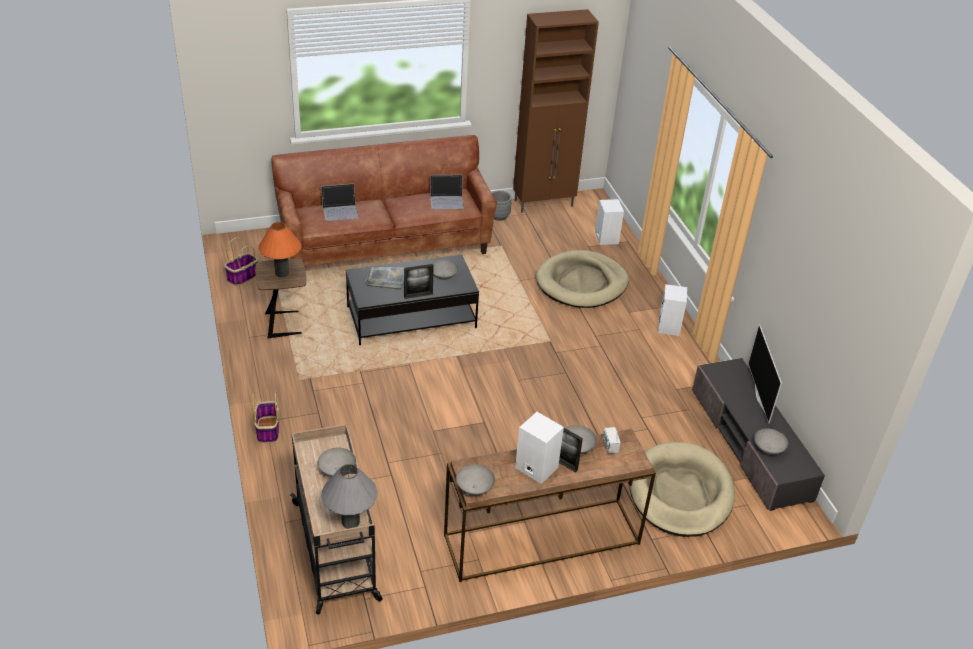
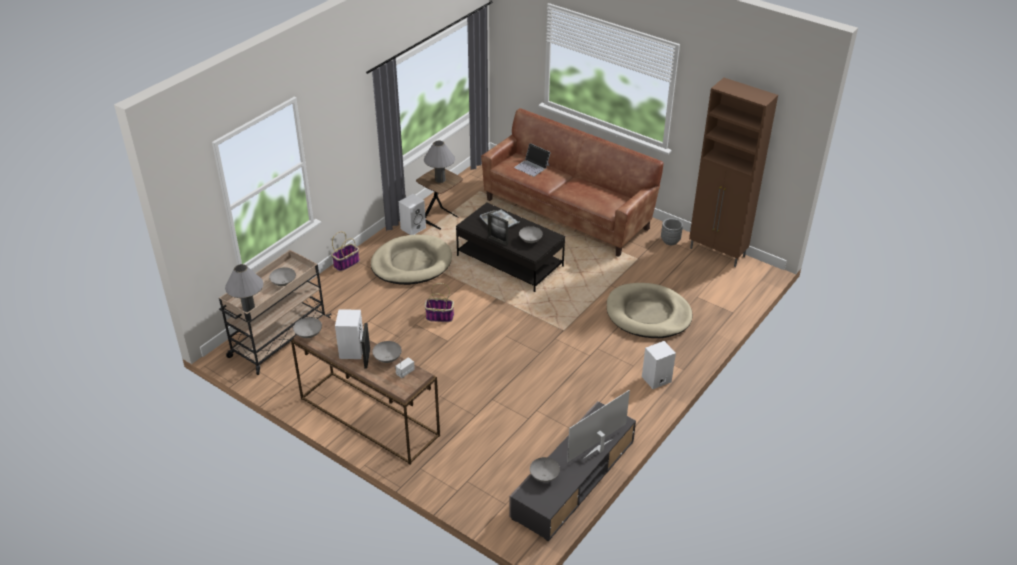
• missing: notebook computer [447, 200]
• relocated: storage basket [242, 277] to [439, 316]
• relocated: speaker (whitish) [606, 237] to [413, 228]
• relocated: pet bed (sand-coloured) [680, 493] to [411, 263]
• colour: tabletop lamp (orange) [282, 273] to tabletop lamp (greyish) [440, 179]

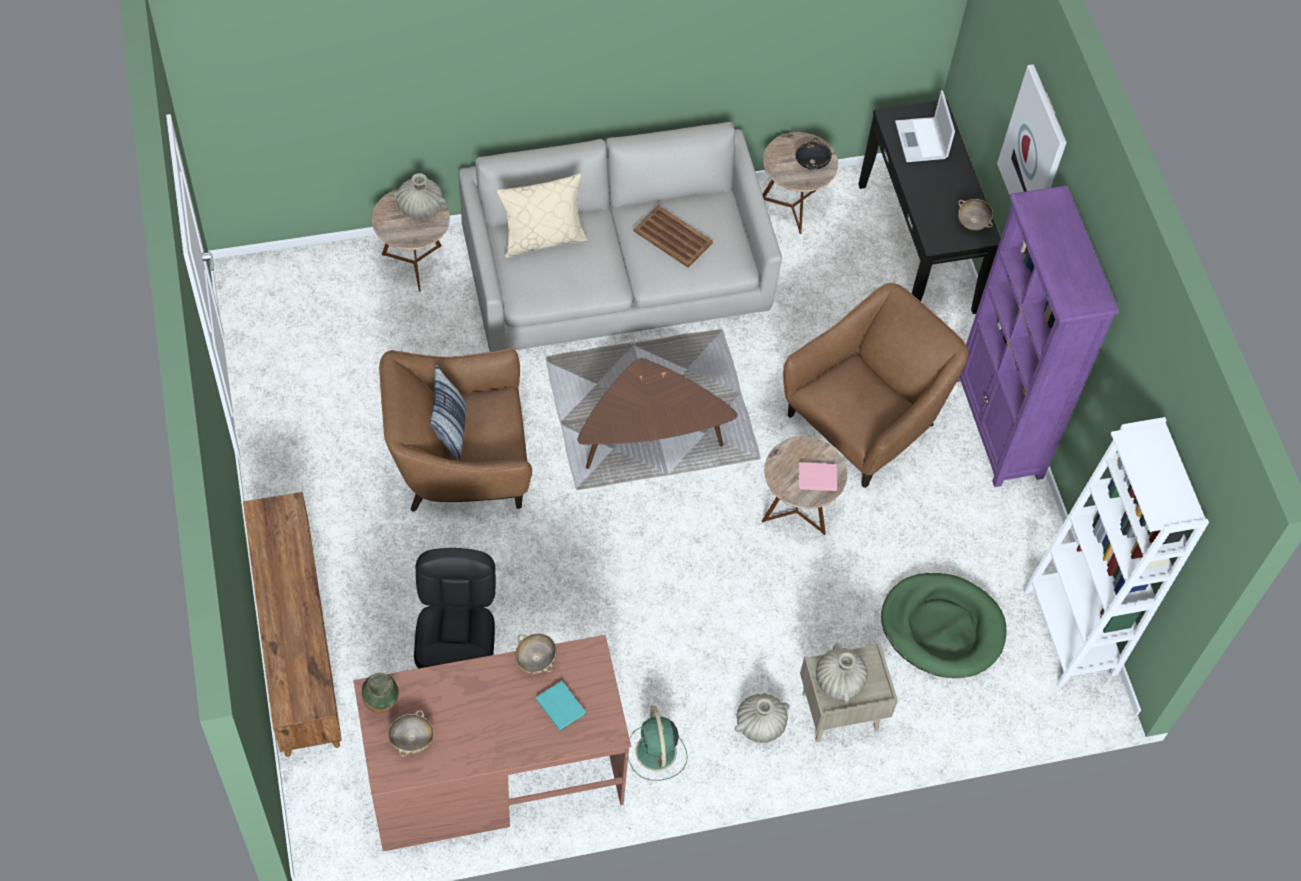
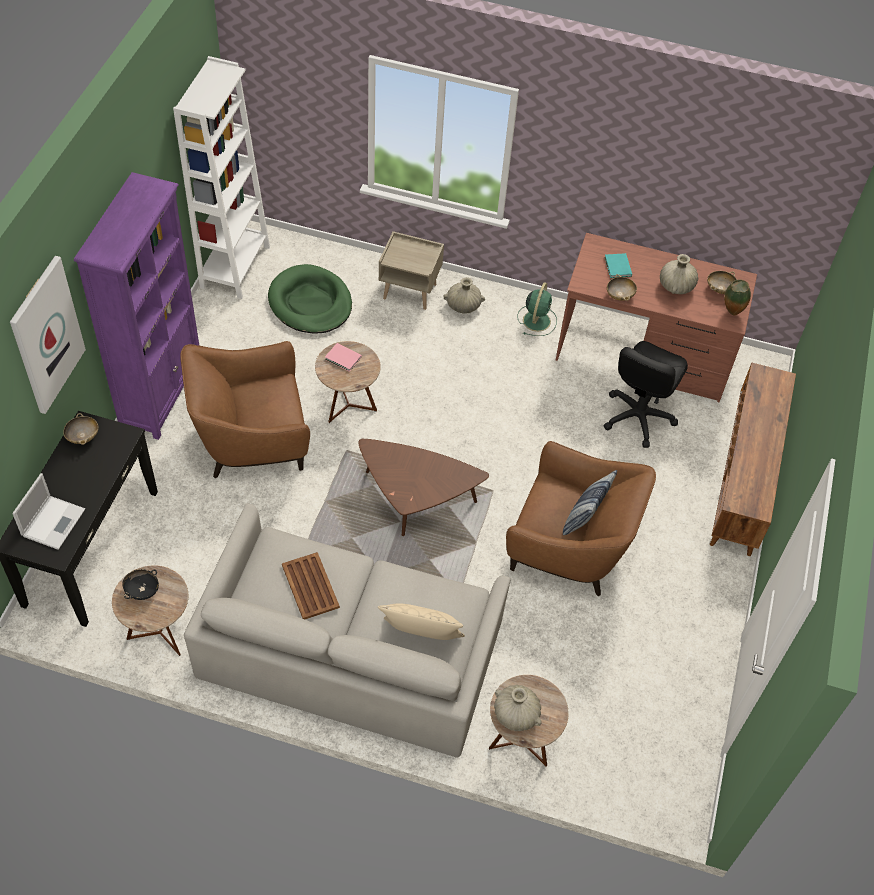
• relocated: flower vase (sand-coloured) [839, 681] to [676, 286]

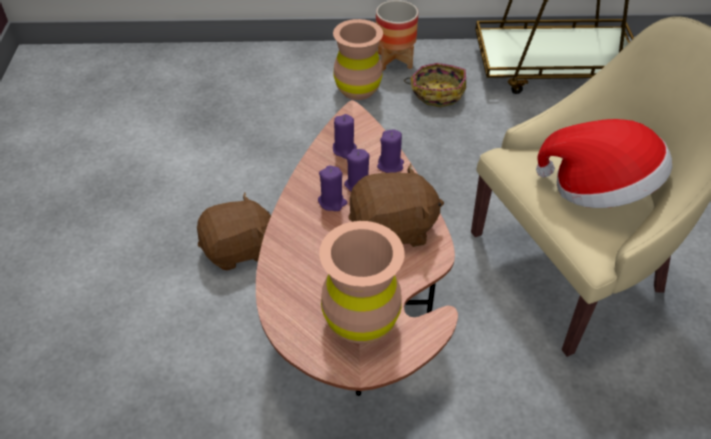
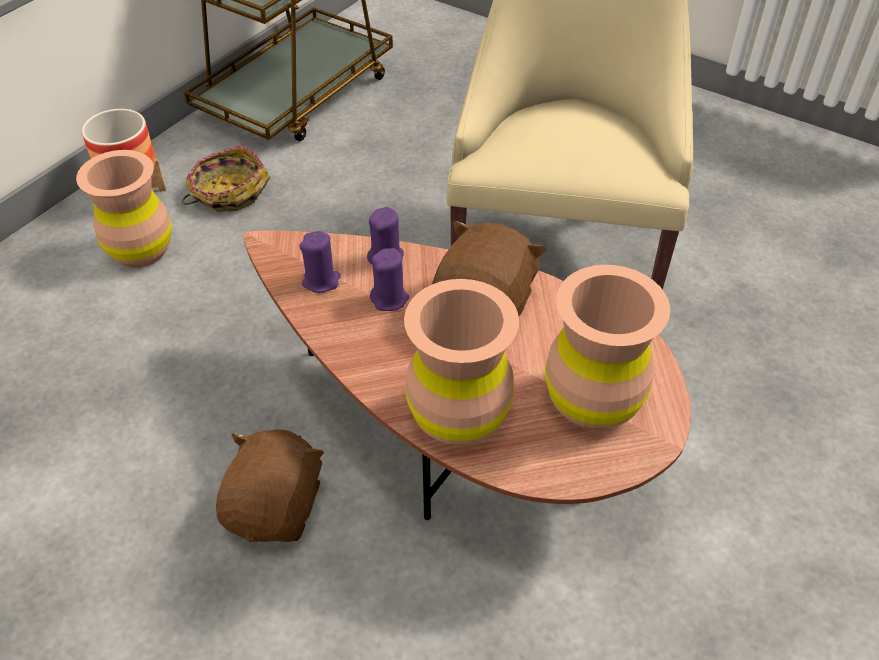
• missing: wax candle (purple) [332, 202]
• missing: hat [598, 189]
• appeared: flower vase (brownish) [458, 416]

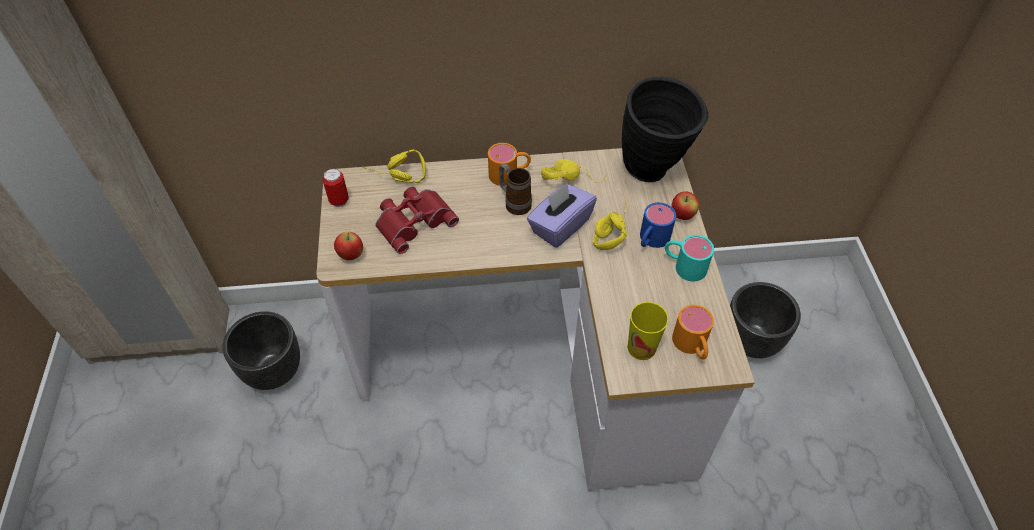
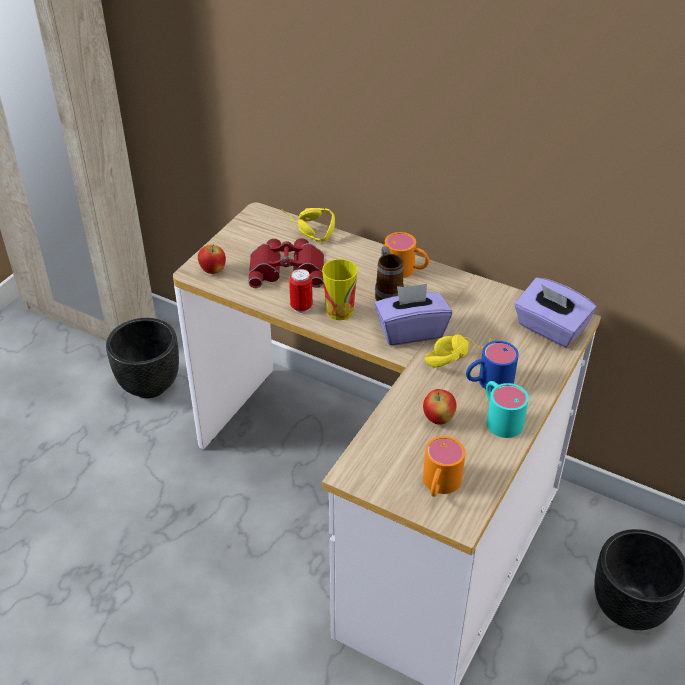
• missing: headset (yellowish) [571, 177]
• relocated: metal can [339, 201] to [301, 307]
• relocated: drinking cup [641, 347] to [339, 311]
• relocated: apple fruit [682, 215] to [438, 419]
• exchanged: flower vase (black) [654, 172] to tissue holder (purple) [550, 329]

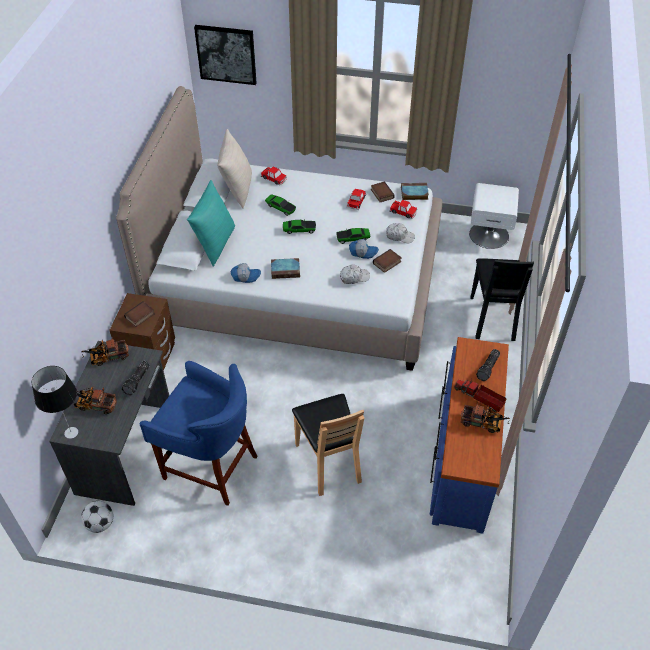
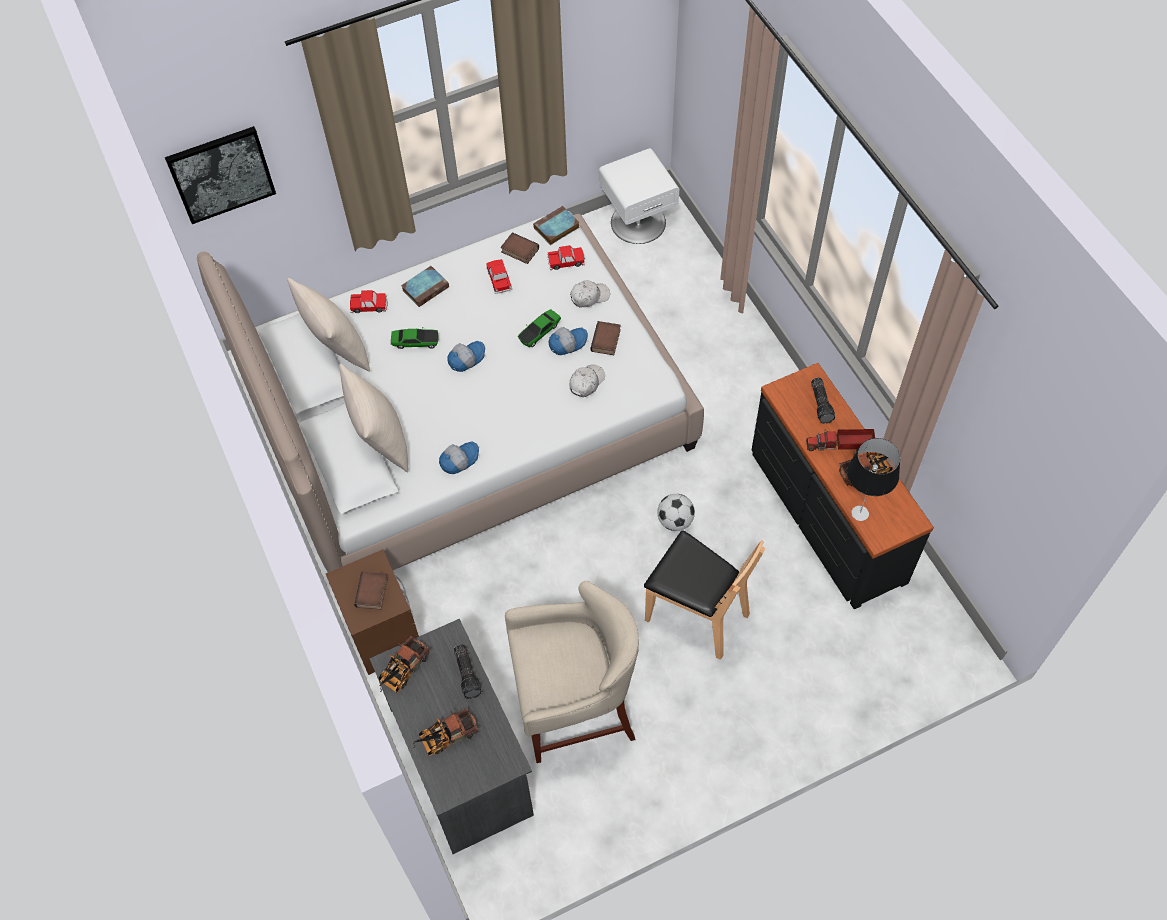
• missing: chair (black) [493, 318]
• relocated: tabletop lamp [71, 433] to [860, 513]
• relocated: ball for football [100, 523] to [675, 521]
• relocated: book [286, 270] to [426, 288]
• exchanged: toy car [299, 229] to peaked cap [466, 358]
• colour: stool seat (bluish) [210, 465] to stool seat (sand-coloured) [574, 709]
• colour: cushion (turquoise-coloured) [215, 244] to cushion (sand-coloured) [381, 441]
• colour: chest of drawers (bluish) [462, 458] to chest of drawers (black) [825, 516]

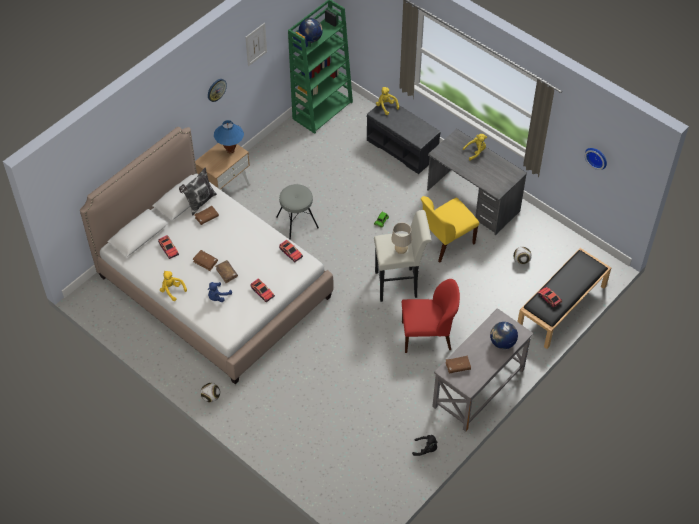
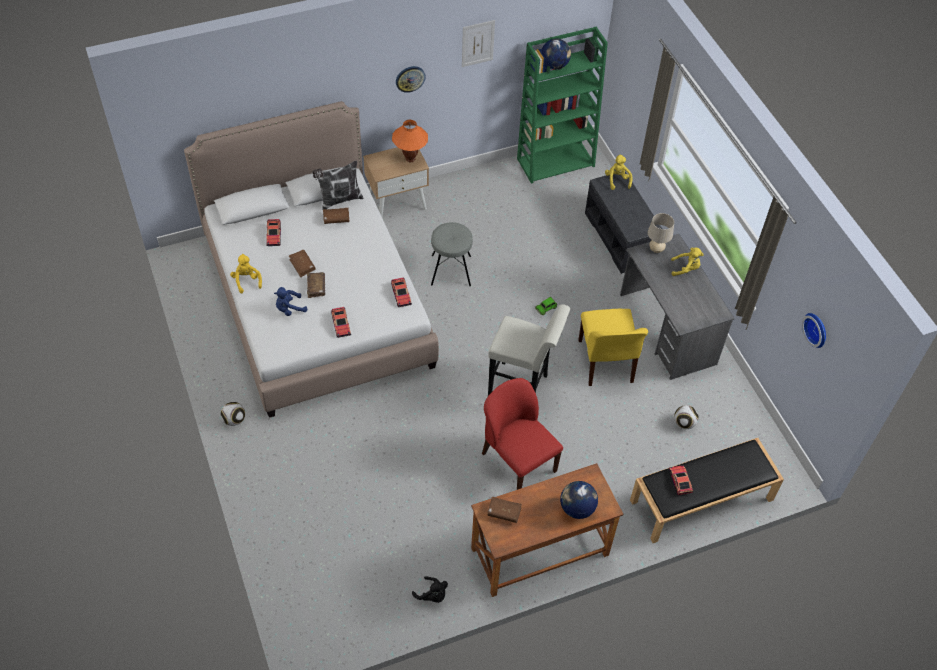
• relocated: tabletop lamp (sand-coloured) [401, 251] to [656, 249]
• colour: tabletop lamp (bluish) [230, 150] to tabletop lamp (orange) [410, 159]
• colour: desk table (greyish) [478, 388] to desk table (brownish) [540, 552]
• spun: chair (red) [427, 336] = [517, 461] 150 degrees counterclockwise
• spun: chair (yellowish) [445, 242] = [606, 362] 90 degrees counterclockwise

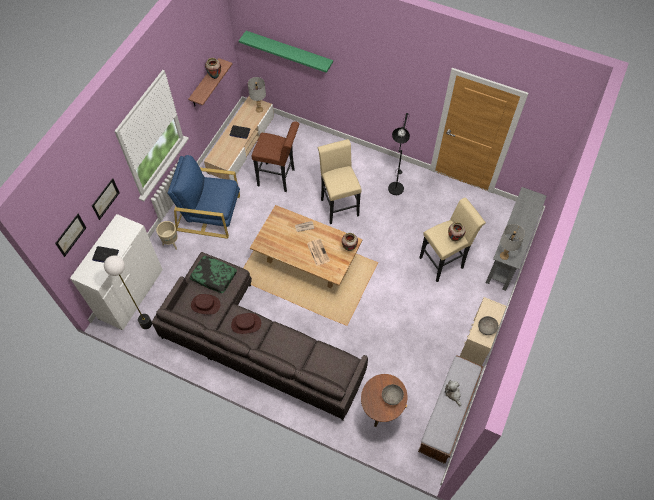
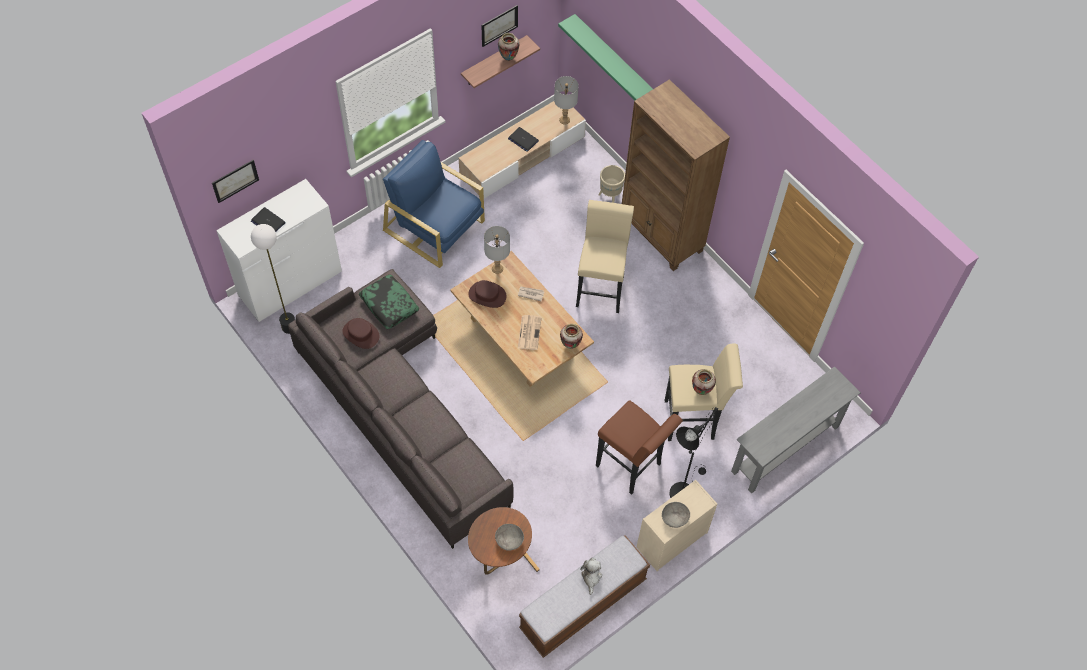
• appeared: shelving unit (brownish) [661, 235]
• relocated: picture [105, 199] to [499, 25]
• relocated: plant pot (sand-coloured) [171, 243] to [610, 197]
• relocated: hat (brownish) [246, 324] to [487, 295]
• relocated: stool seat (brownish) [279, 178] to [632, 467]
• relocated: standard lamp (black) [395, 186] to [684, 489]
• relocated: tabletop lamp (greyish) [504, 255] to [497, 268]

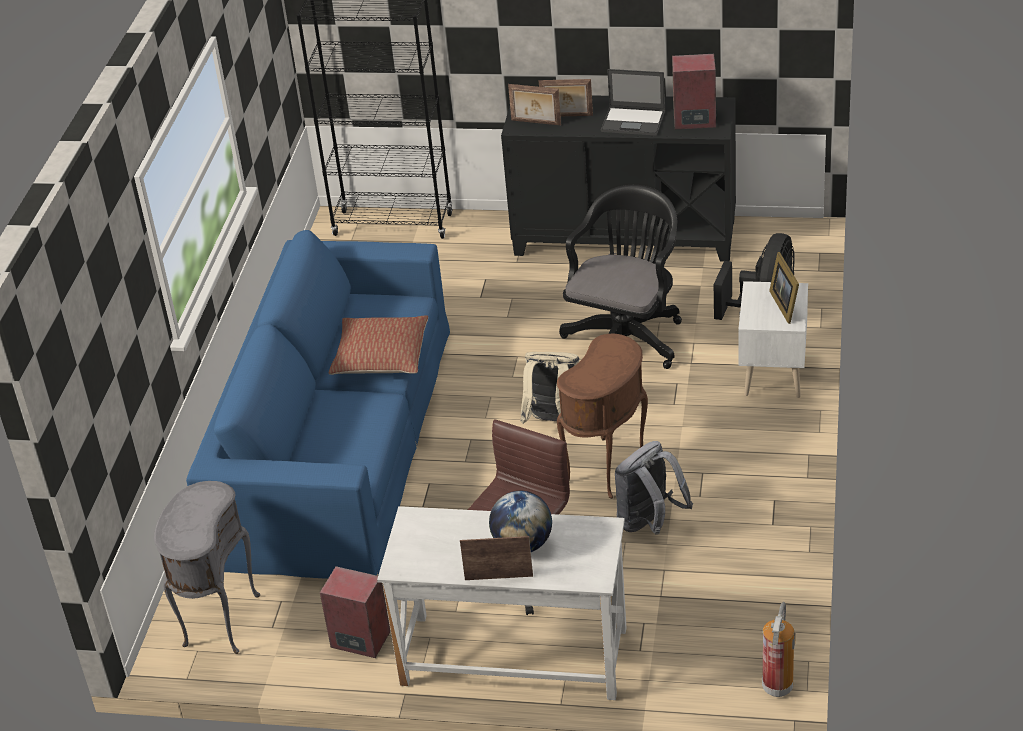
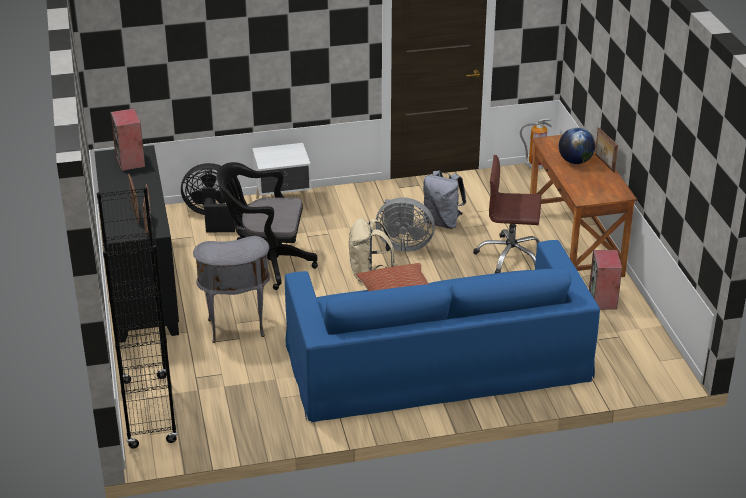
• missing: notebook computer [634, 121]
• missing: photo frame [786, 304]
• relocated: accent table (greyish) [218, 621] to [237, 329]
• exchanged: accent table (brownish) [609, 469] to electric fan (greyish) [403, 245]
• colour: desk table (whitish) [514, 657] to desk table (brownish) [575, 245]

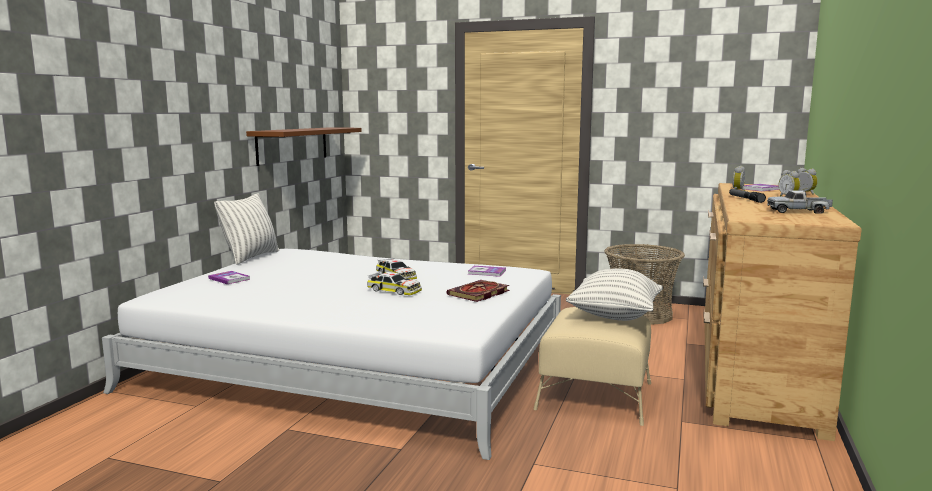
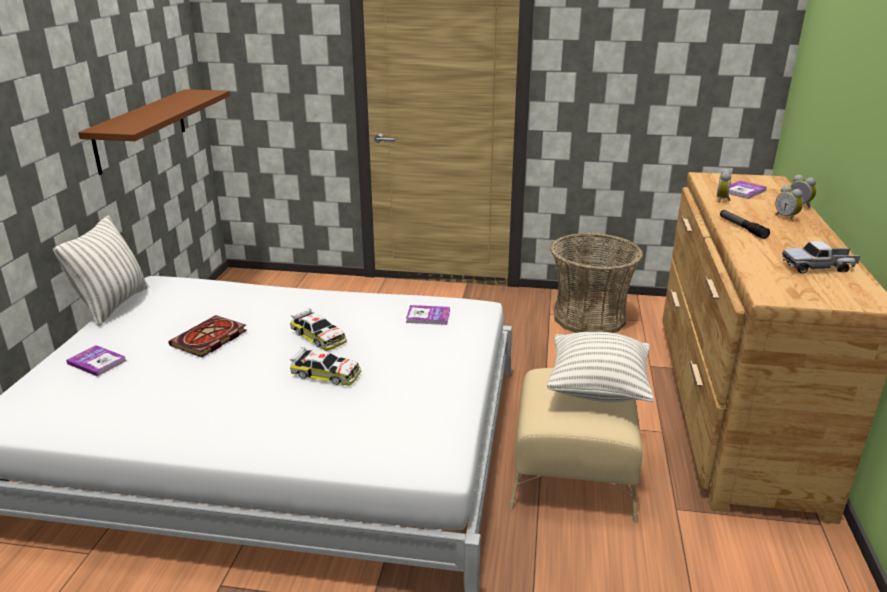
• relocated: book [478, 294] to [209, 339]

